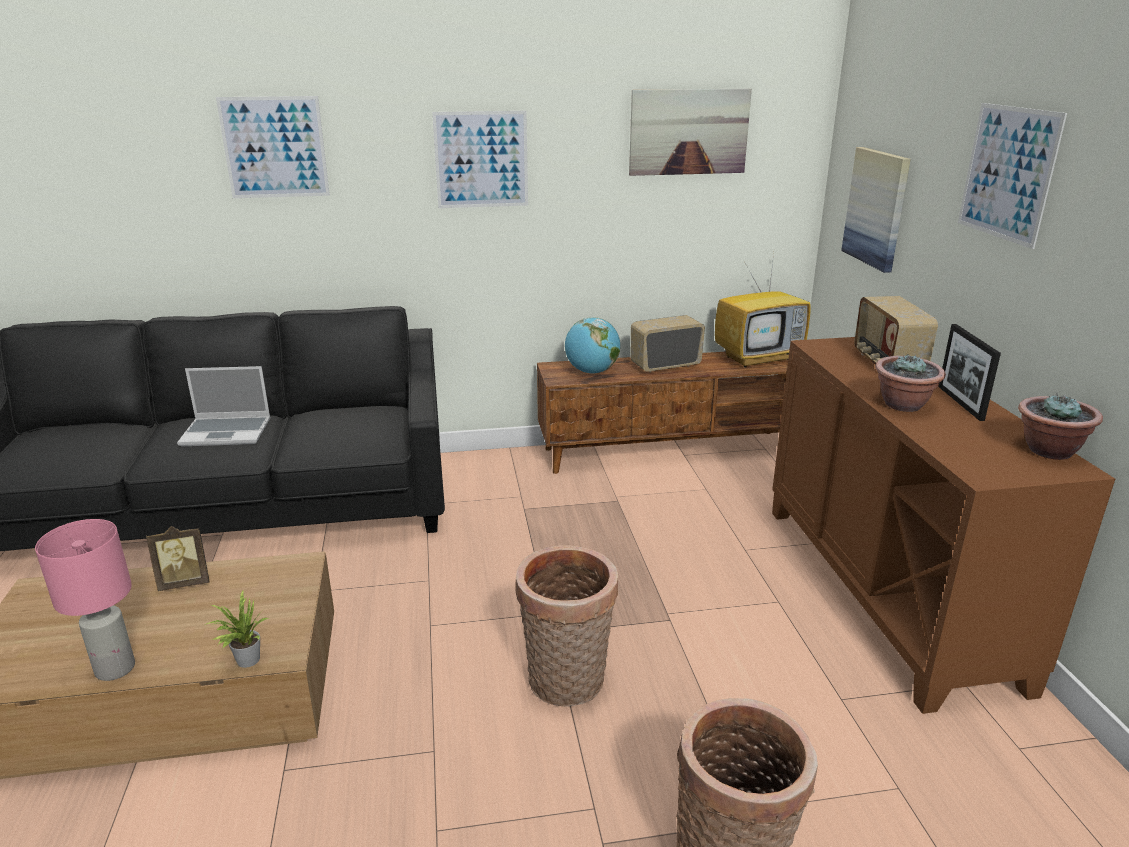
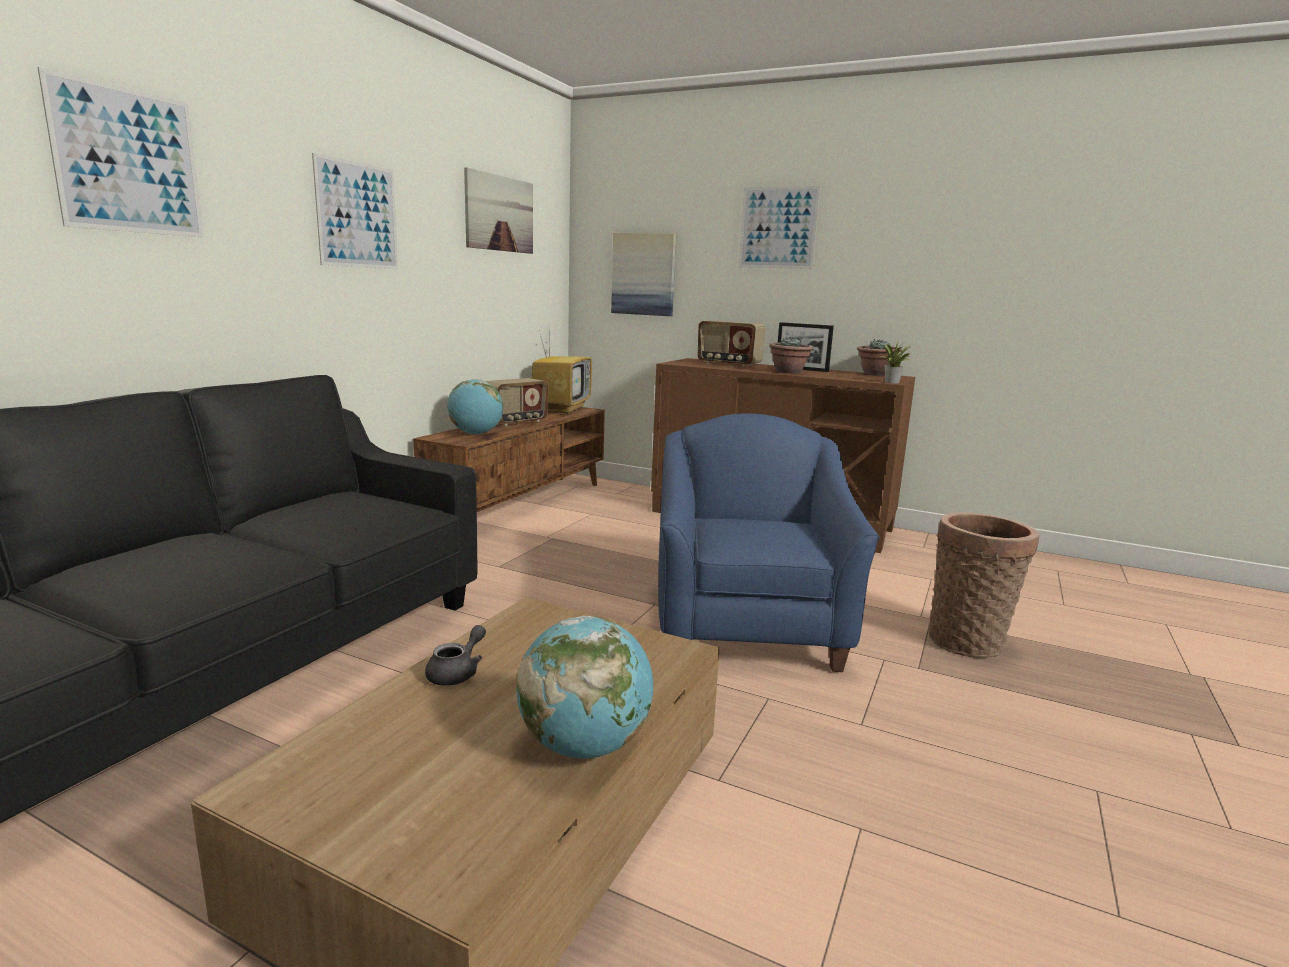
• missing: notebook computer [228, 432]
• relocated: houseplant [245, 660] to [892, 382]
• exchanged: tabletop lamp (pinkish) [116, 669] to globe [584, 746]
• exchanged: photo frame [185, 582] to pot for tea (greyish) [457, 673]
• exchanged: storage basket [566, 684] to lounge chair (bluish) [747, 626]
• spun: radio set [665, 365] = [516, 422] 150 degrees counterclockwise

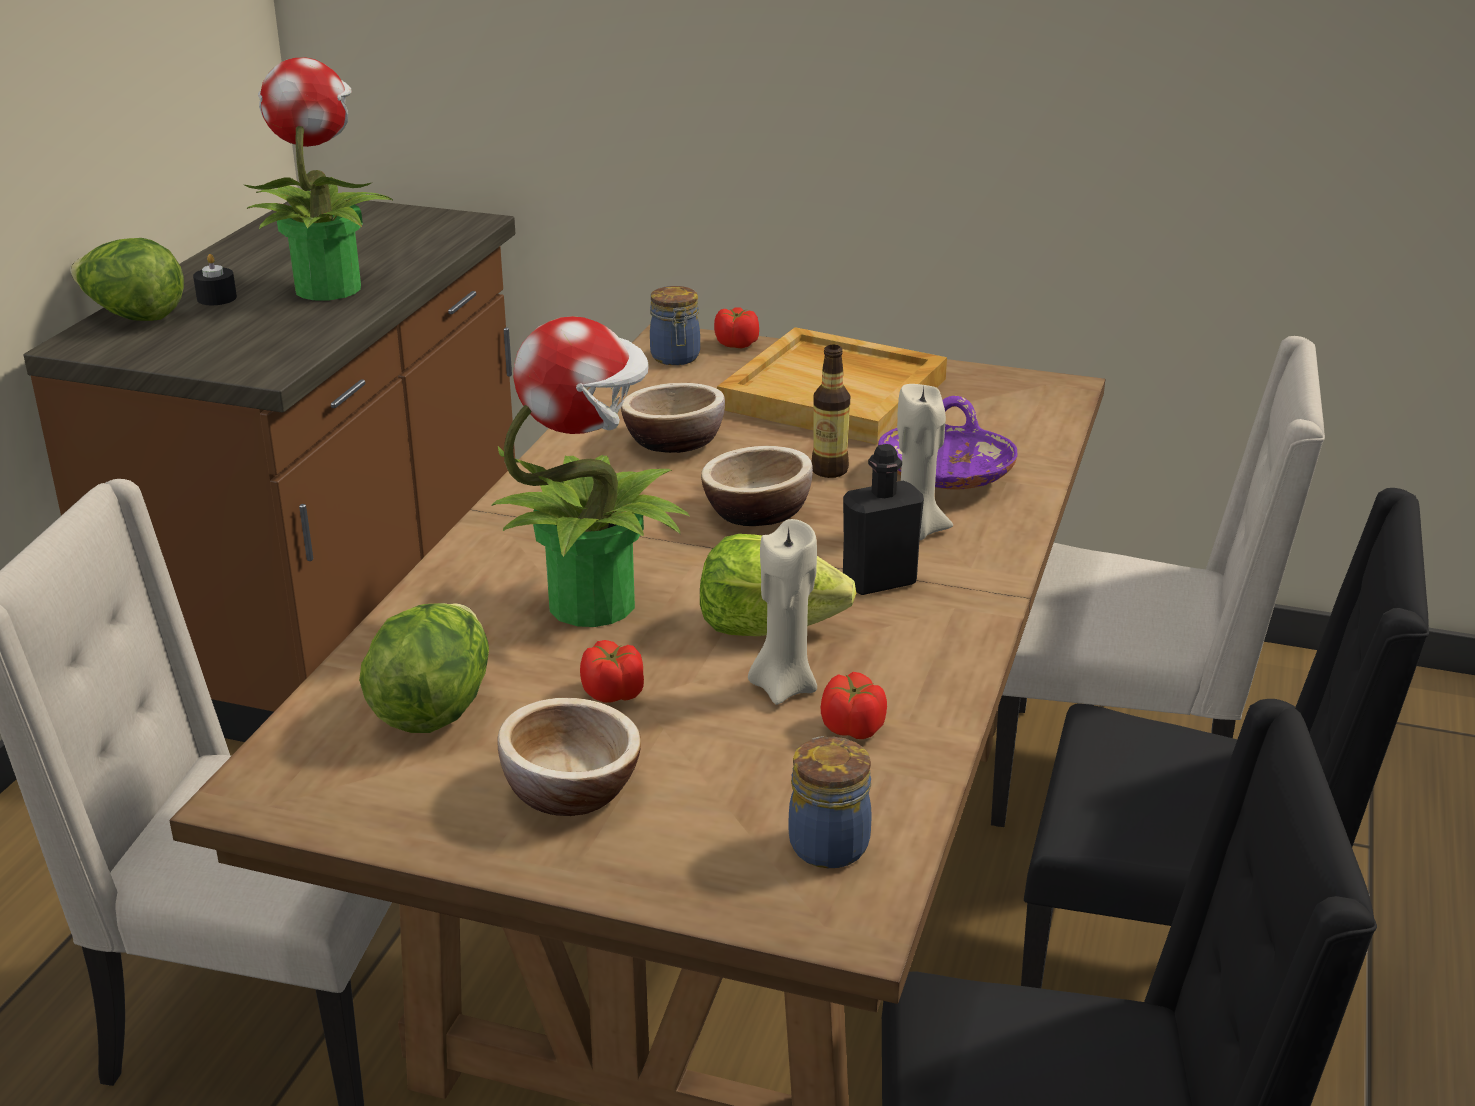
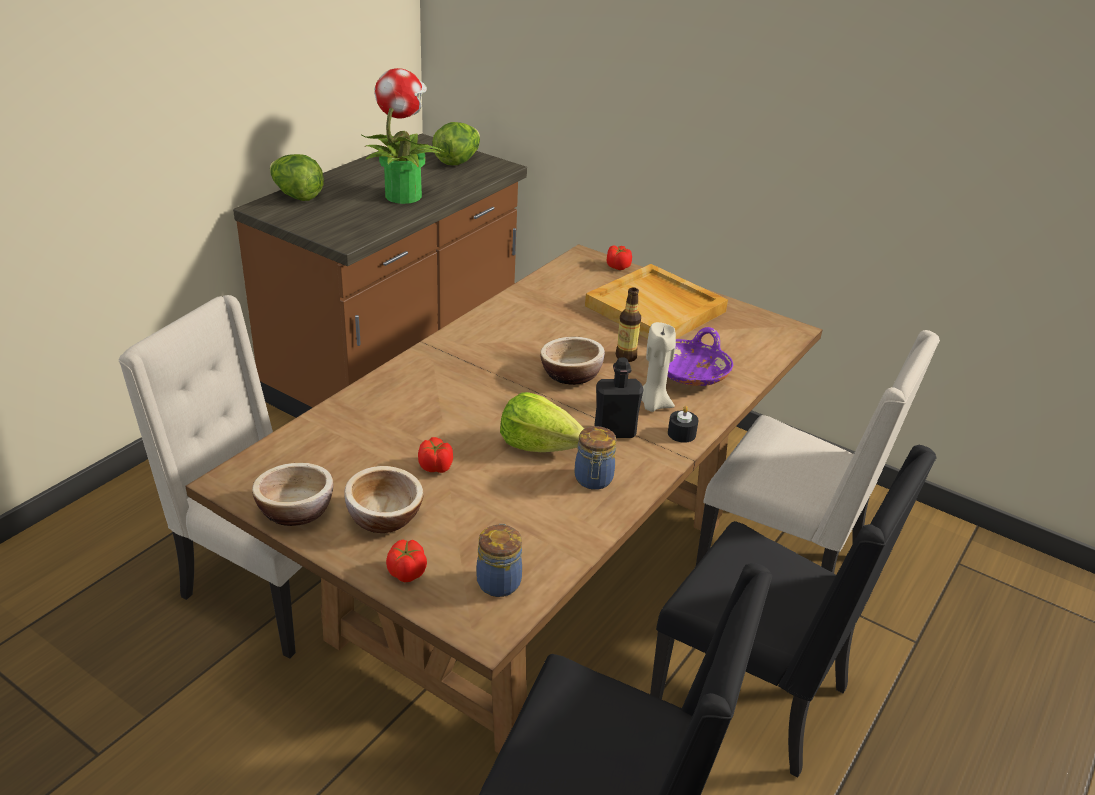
• missing: houseplant [594, 602]
• missing: wax candle (sand-coloured) [783, 686]
• relocated: wax candle (black) [216, 298] to [681, 433]
• relocated: lettuce head [433, 707] to [457, 161]
• relocated: deep dish [674, 442] to [296, 511]
• relocated: jar [675, 358] to [593, 480]
• relocated: fresh tomato [853, 728] to [407, 572]

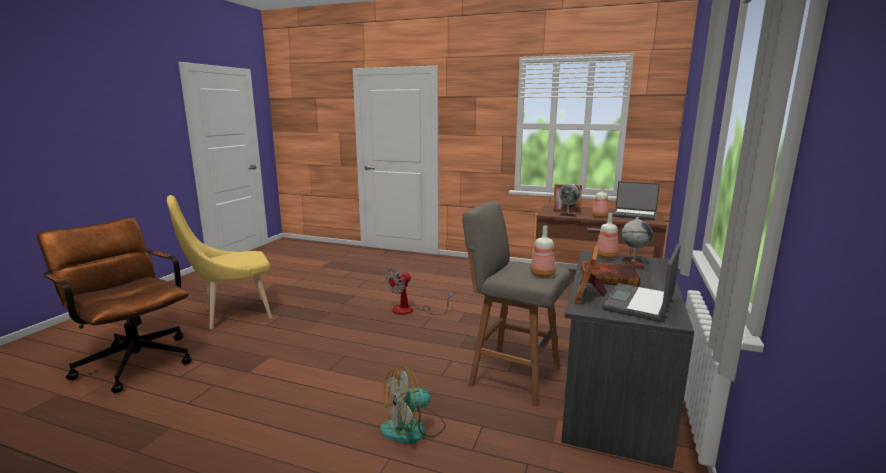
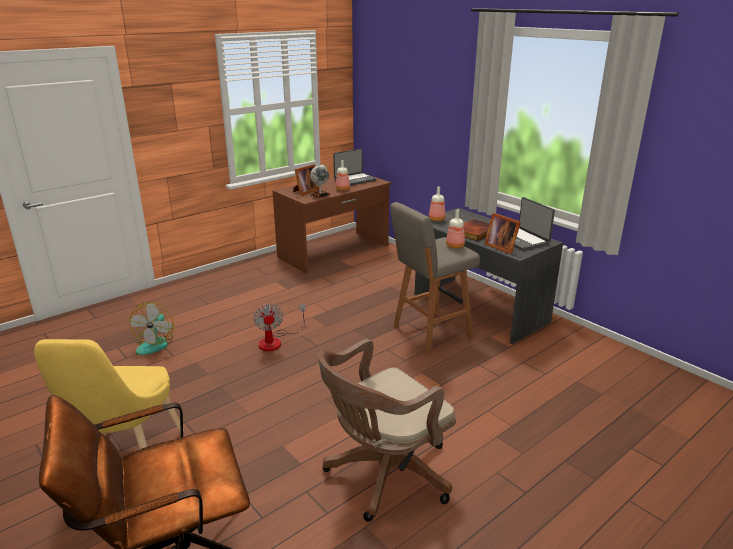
• missing: globe [633, 264]
• appeared: computer chair (brownish) [384, 475]
• relocated: electric fan [413, 429] to [155, 343]

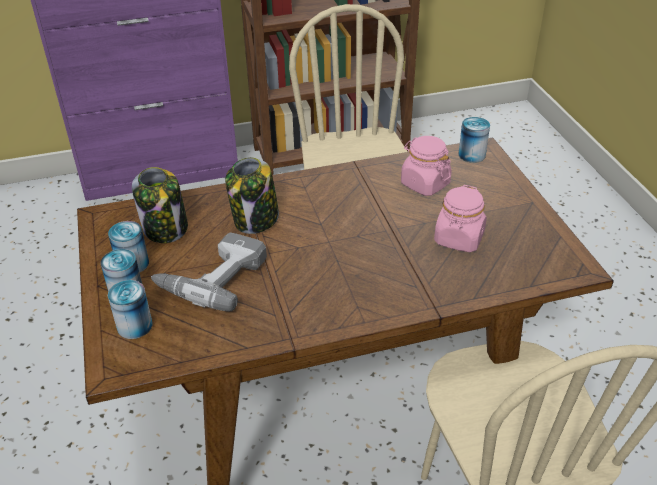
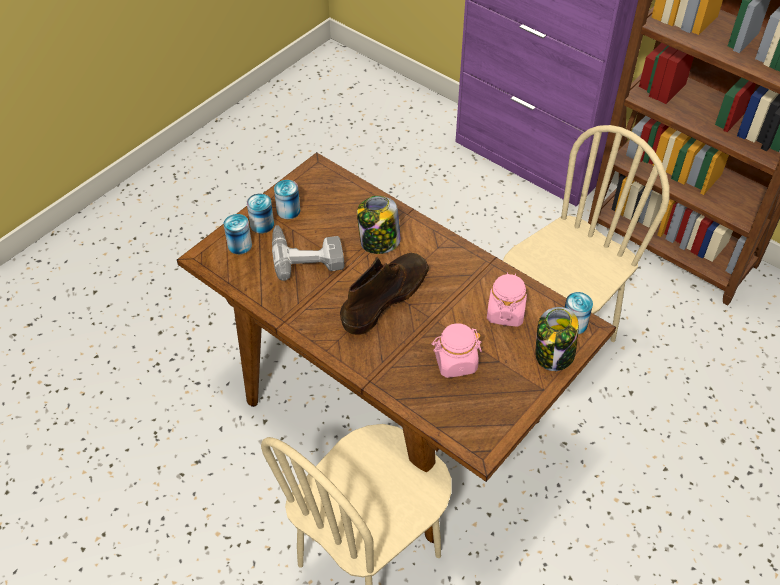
• appeared: boot (brownish) [386, 297]
• relocated: jar [165, 229] to [554, 355]

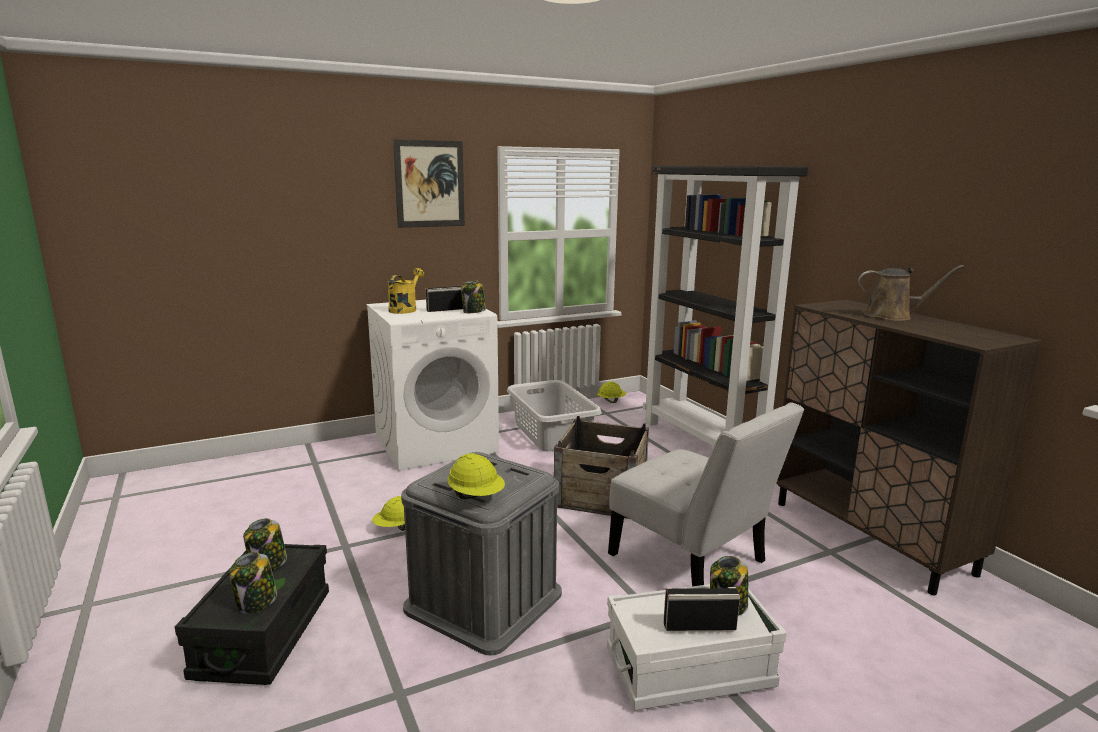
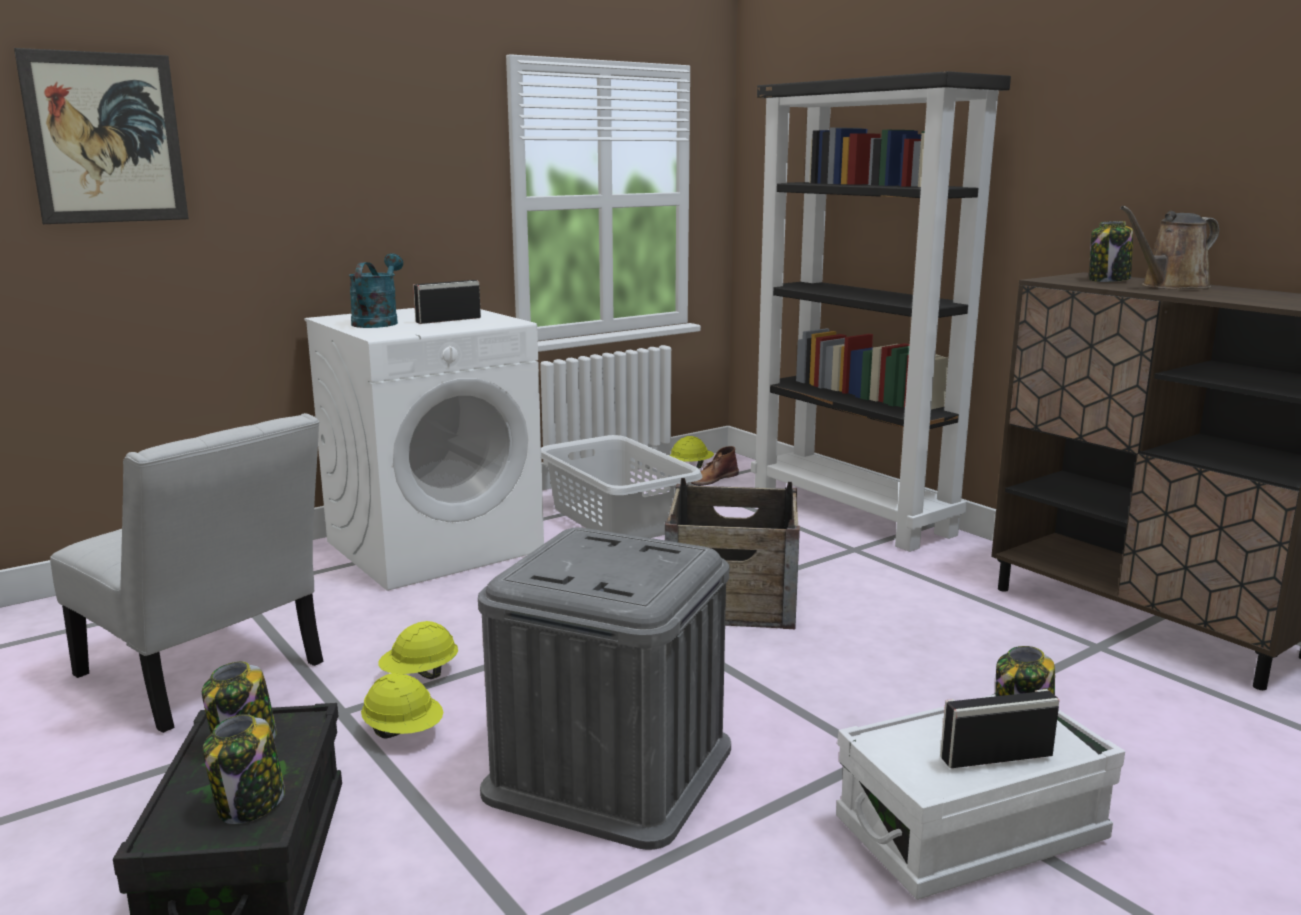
• appeared: boot (brownish) [713, 479]
• relocated: picture [430, 184] to [106, 138]
• relocated: work helmet (yellowish) [476, 497] to [404, 732]
• relocated: jar [474, 312] to [1108, 280]
• relocated: chair (whitish) [693, 562] to [206, 675]
• colour: watering pot (yellowish) [405, 309] to watering pot (turquoise-coloured) [378, 322]
• spun: watering pot (brownish) [893, 316] = [1170, 286] 150 degrees clockwise

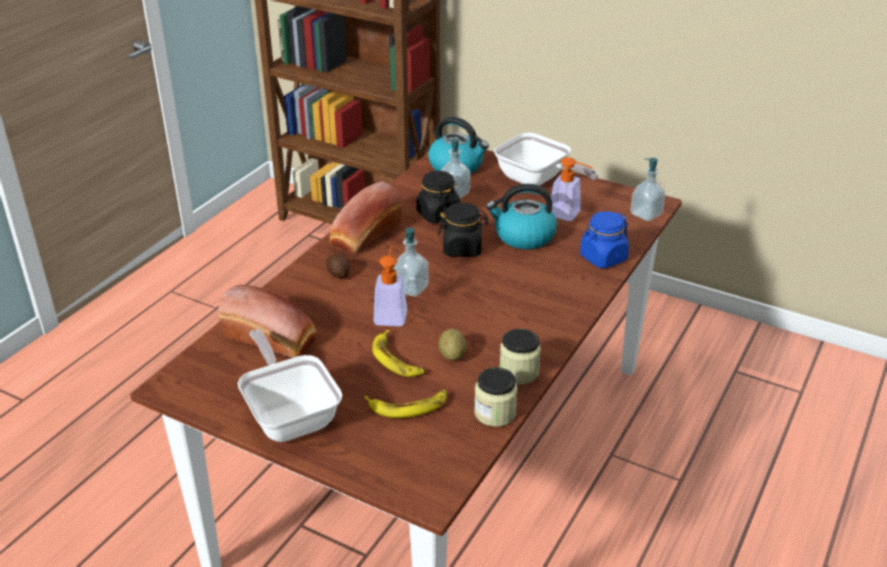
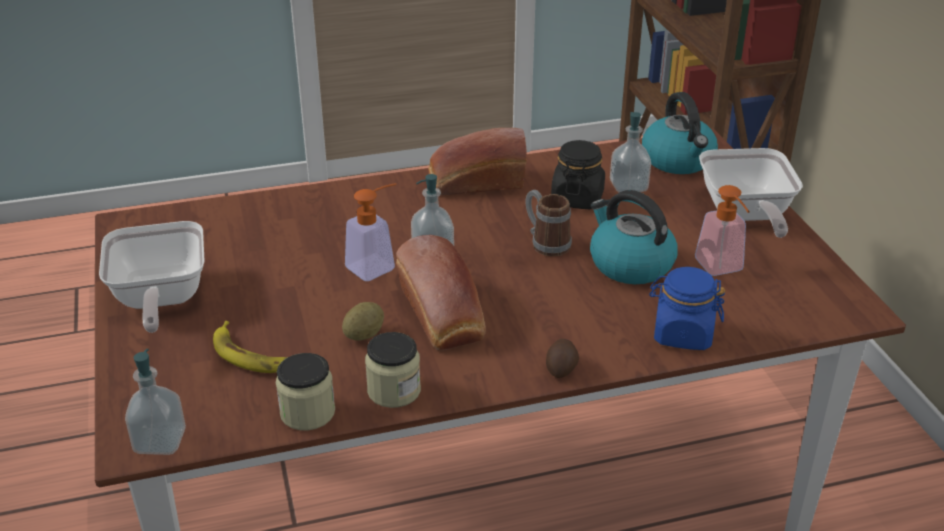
• missing: banana [396, 359]
• relocated: bakery bread [273, 338] to [443, 317]
• relocated: potato [338, 273] to [562, 368]
• relocated: soap bottle [646, 214] to [160, 441]
• exchanged: jar (black) [462, 248] to coffee mug [545, 242]
• spun: pan [290, 415] = [159, 300] 150 degrees clockwise

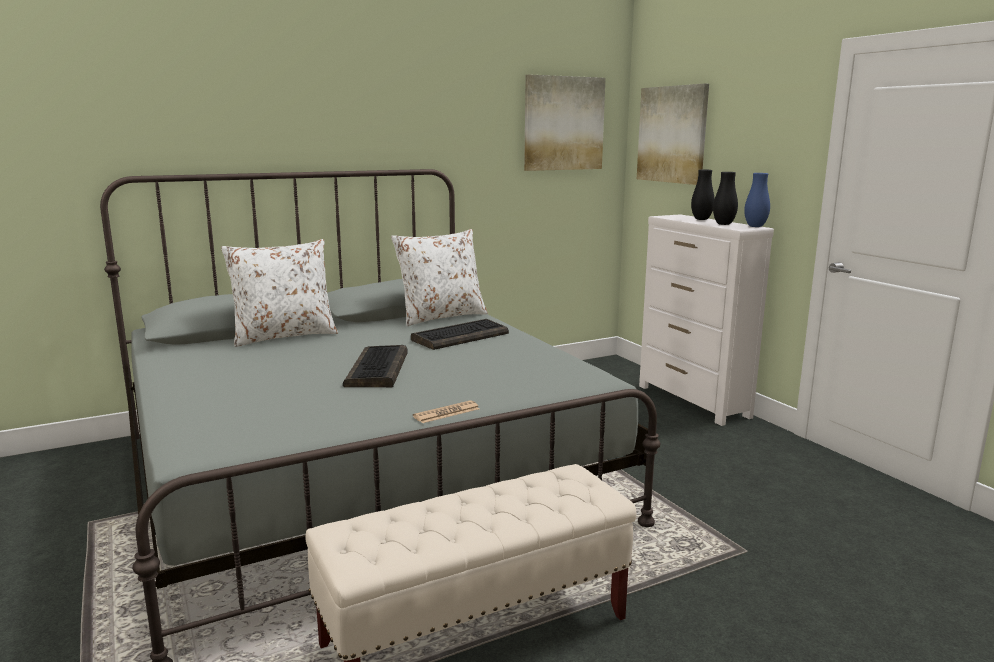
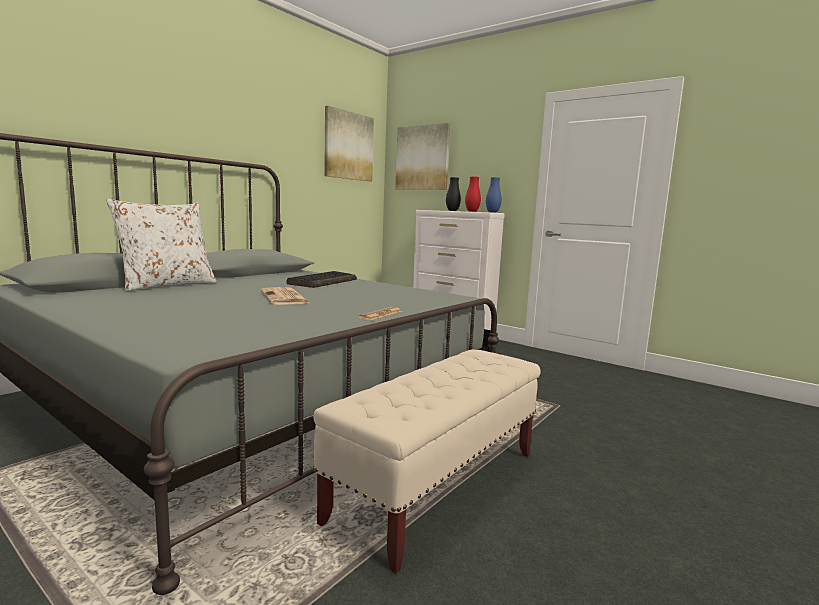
• missing: cushion (whitish) [441, 316]
• exchanged: PC keyboard [378, 369] to printed paper [285, 297]
• colour: flower vase (black) [723, 224] to flower vase (red) [472, 211]

